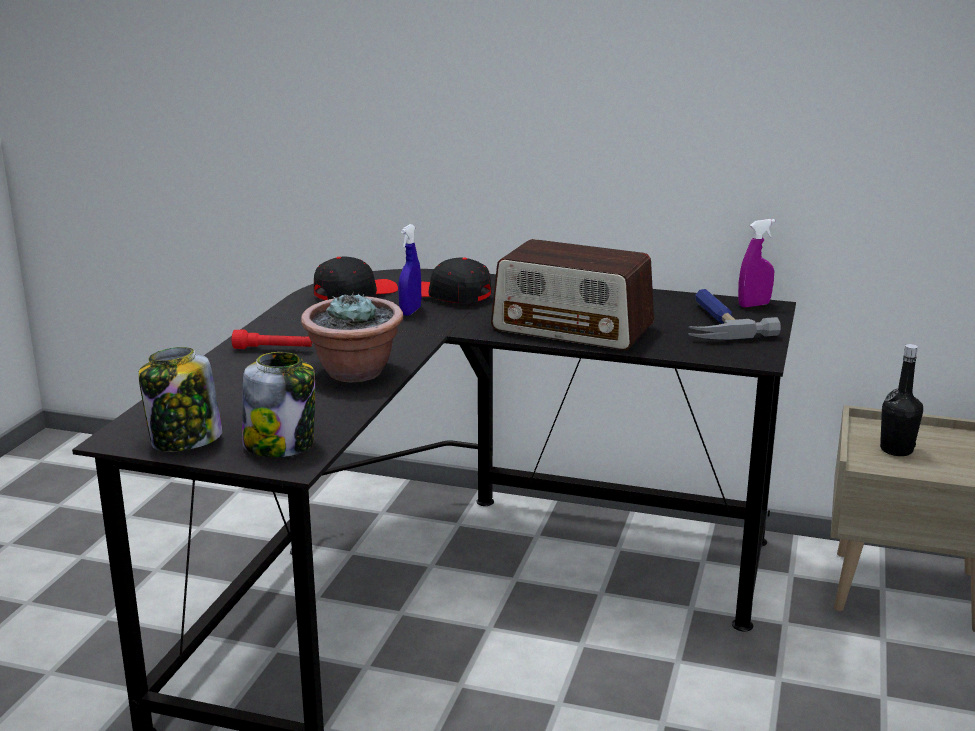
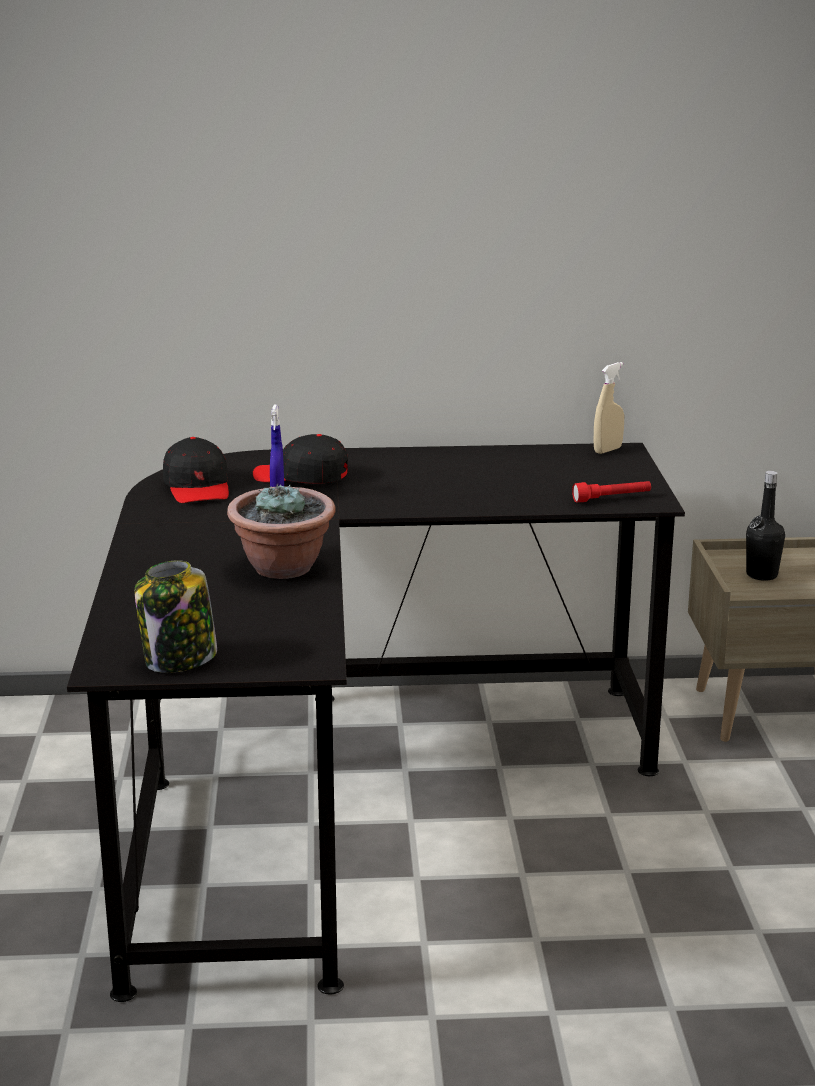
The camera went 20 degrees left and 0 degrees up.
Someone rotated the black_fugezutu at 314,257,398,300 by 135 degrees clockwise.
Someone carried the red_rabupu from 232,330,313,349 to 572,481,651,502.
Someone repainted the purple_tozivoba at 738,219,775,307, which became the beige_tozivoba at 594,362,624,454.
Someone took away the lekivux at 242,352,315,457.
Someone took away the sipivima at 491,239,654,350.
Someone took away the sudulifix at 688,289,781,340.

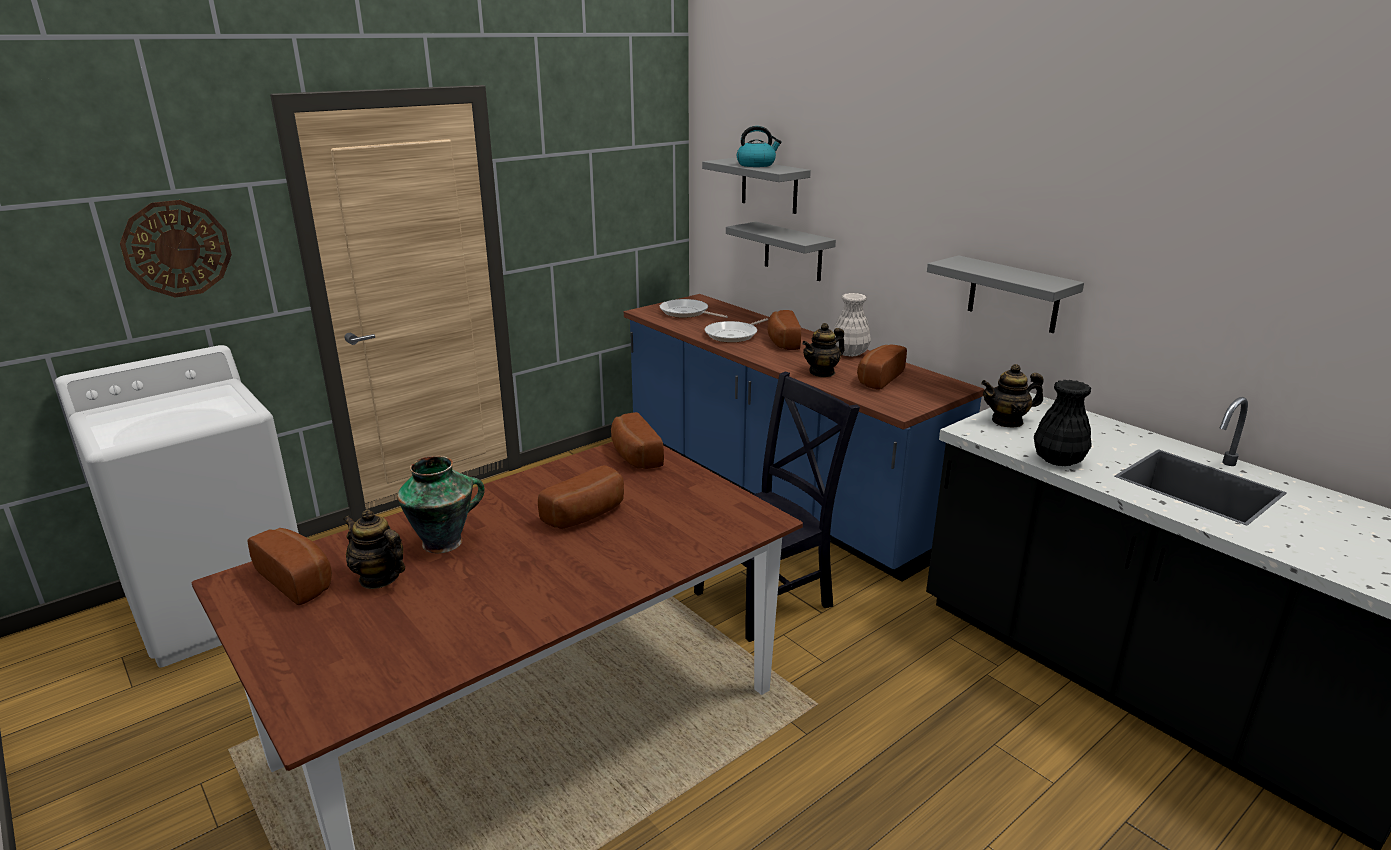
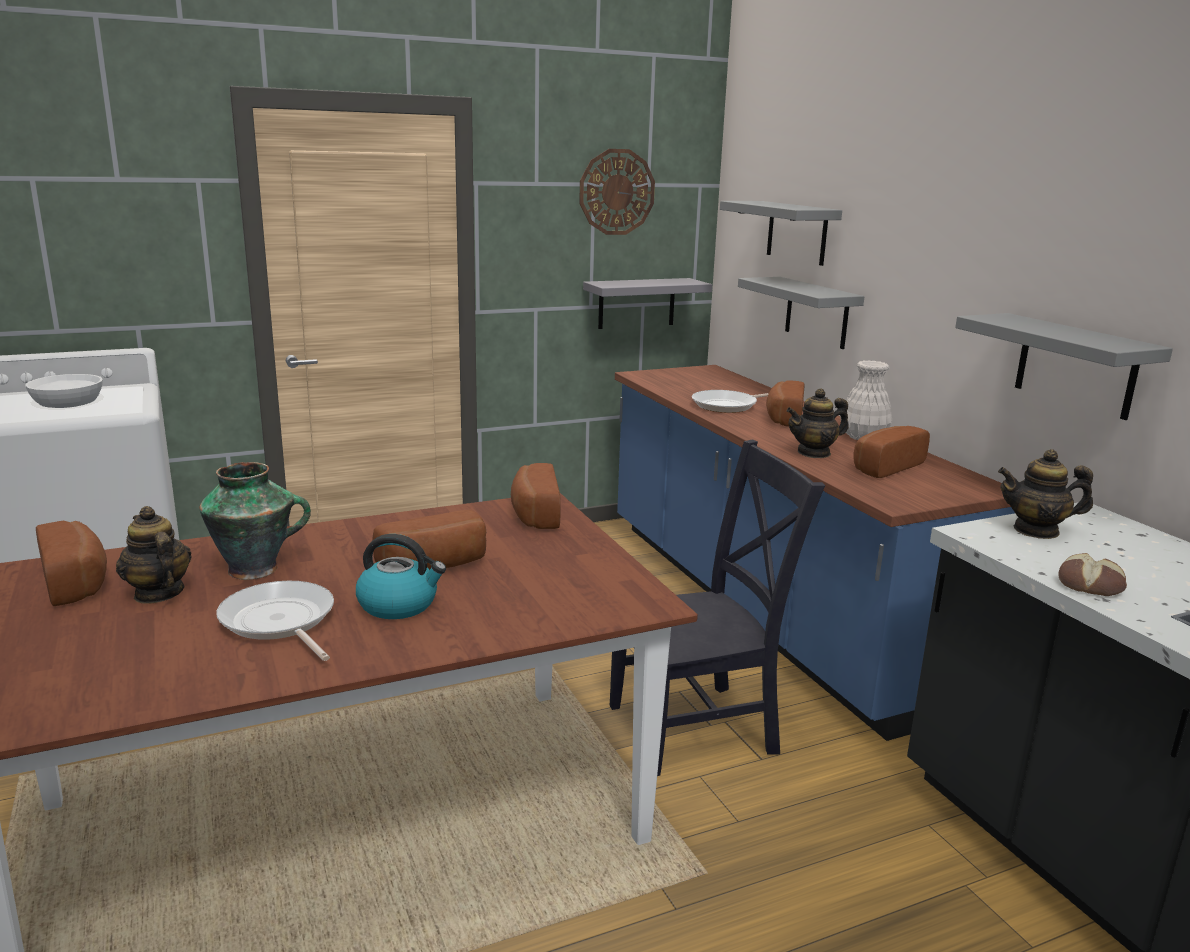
The camera went 15 degrees right and 5 degrees down.
Someone put down the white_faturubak at 26,374,103,408.
Someone carried the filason from 660,299,728,318 to 216,581,334,661.
Someone carried the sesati from 737,126,782,167 to 356,534,446,619.
Someone carried the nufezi from 120,200,232,298 to 579,149,655,235.
Someone put up the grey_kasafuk at 583,278,712,329.
Someone swapped the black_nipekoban at 1034,380,1092,466 for the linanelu at 1058,553,1127,596.

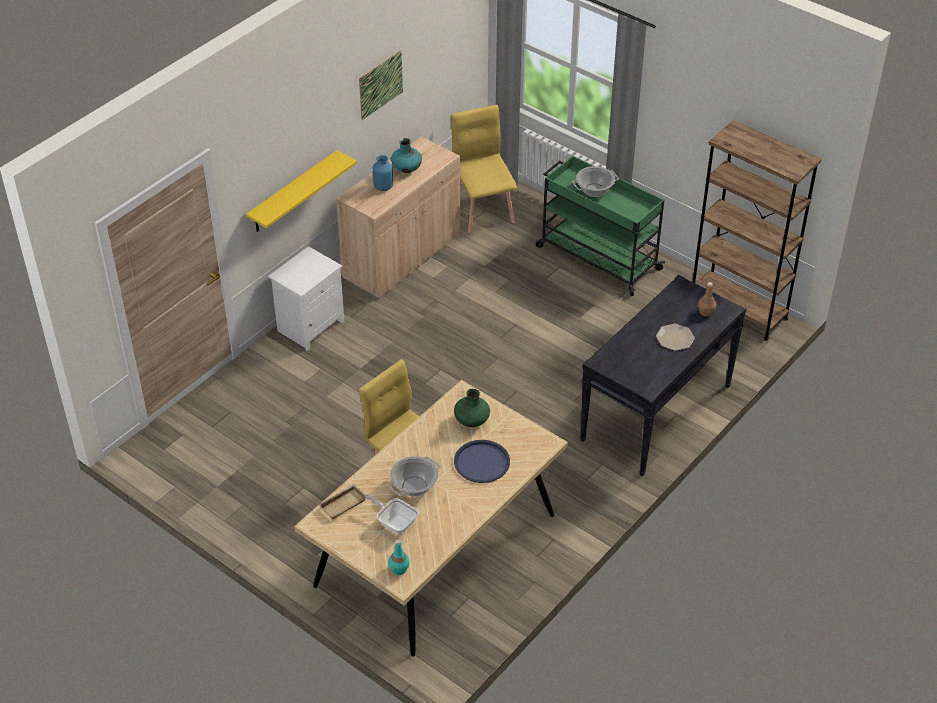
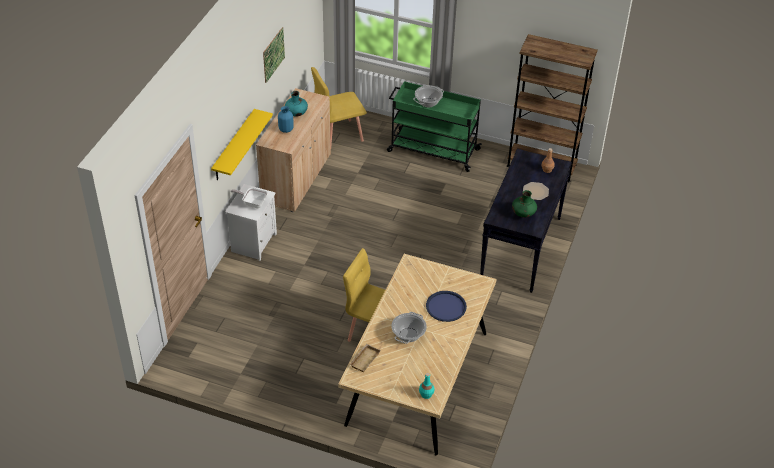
The camera went 20 degrees left and 0 degrees up.
Someone carried the filason from 365,494,418,534 to 231,188,268,208.
Someone rotated the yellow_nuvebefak at 451,105,517,233 by 75 degrees counterclockwise.
Someone carried the green_nipekoban from 454,389,490,427 to 512,190,537,218.

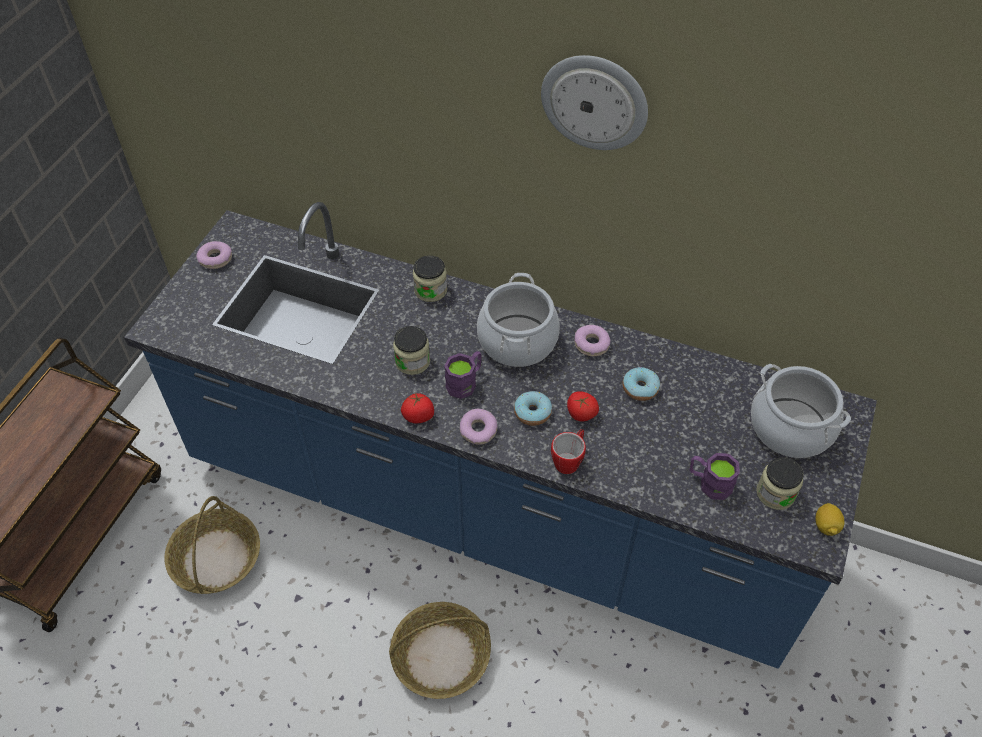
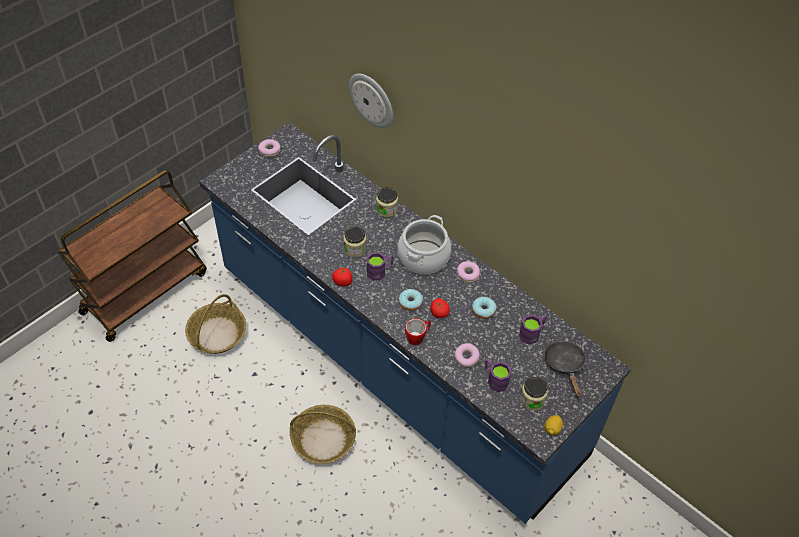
The camera went 20 degrees right and 0 degrees up.
Someone carried the nufezi from 541,55,648,150 to 349,74,393,128.
Someone carried the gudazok from 460,409,498,445 to 454,343,480,367.
Someone put down the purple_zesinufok at 519,315,546,344.
Someone swapped the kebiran at 751,364,851,458 for the black_filason at 544,341,586,397.

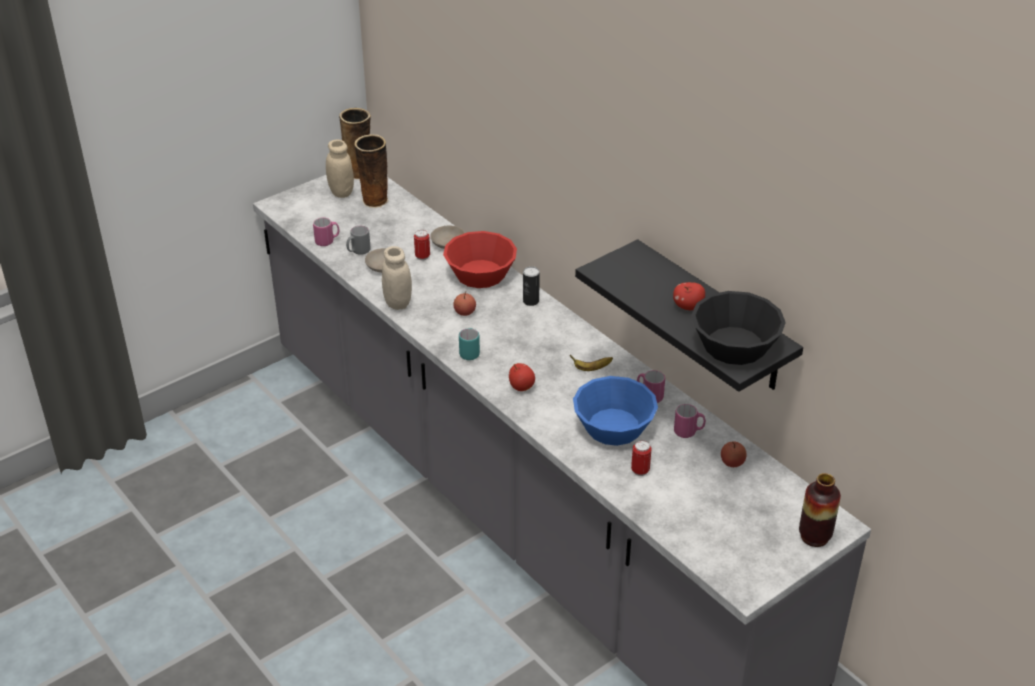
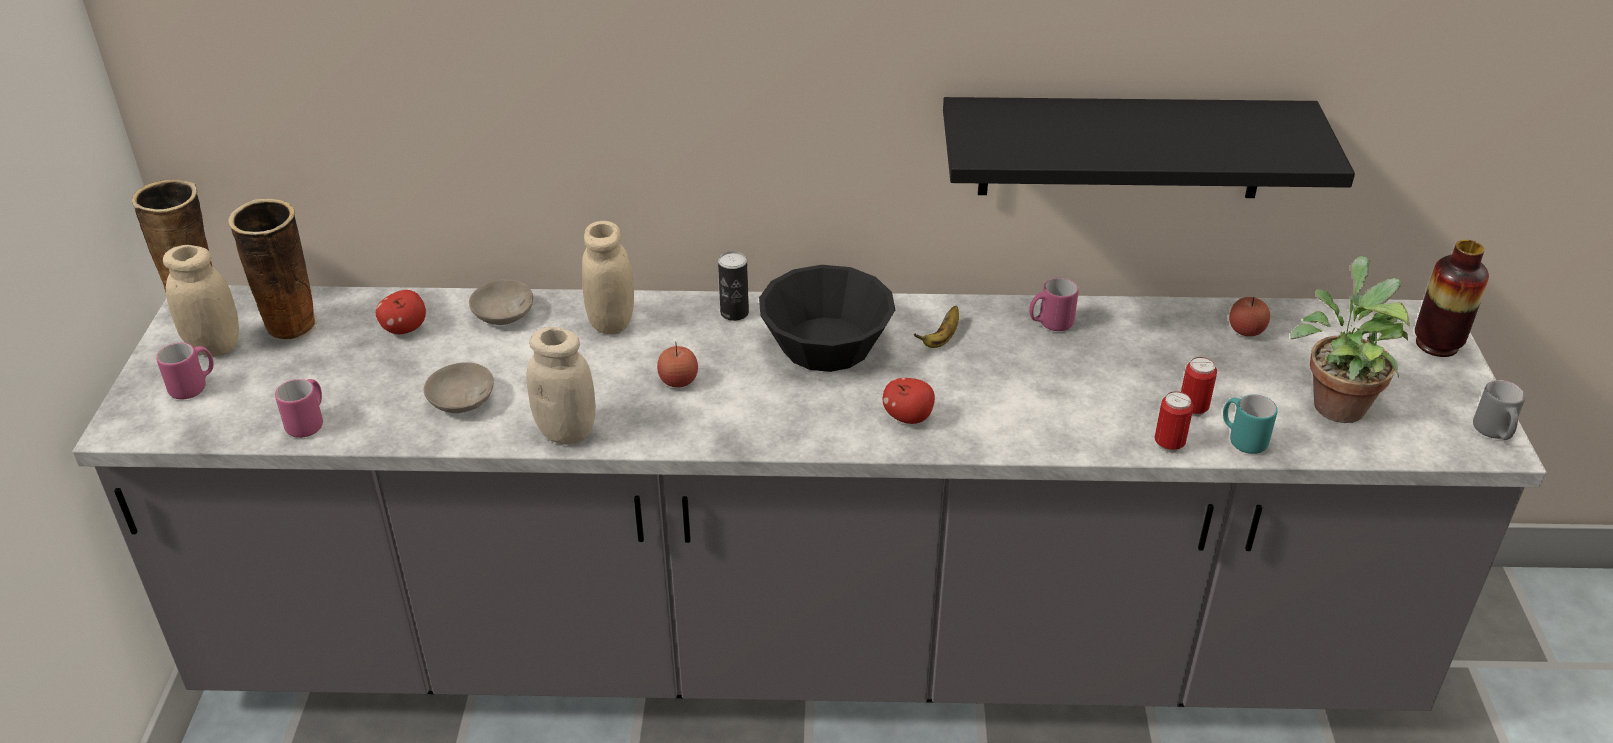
The camera went 50 degrees left and 0 degrees up.
Someone carried the pink_zesinufok from 674,404,706,438 to 156,343,214,399.
Someone carried the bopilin from 673,282,705,310 to 376,290,426,334.
Someone swapped the red_faturubak at 443,231,517,288 for the beige_lekivux at 582,221,634,334.
Someone carried the black_faturubak from 691,291,786,365 to 759,265,895,372.
Someone carried the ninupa from 414,230,430,260 to 1154,391,1193,452.
Someone carried the turquoise_zesinufok from 459,328,480,360 to 1223,394,1278,454.
Someone put down the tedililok at 1290,256,1410,423.
Someone carried the grey_zesinufok from 346,226,371,255 to 1473,380,1526,440.
Someone took away the blue_faturubak at 573,376,658,446.

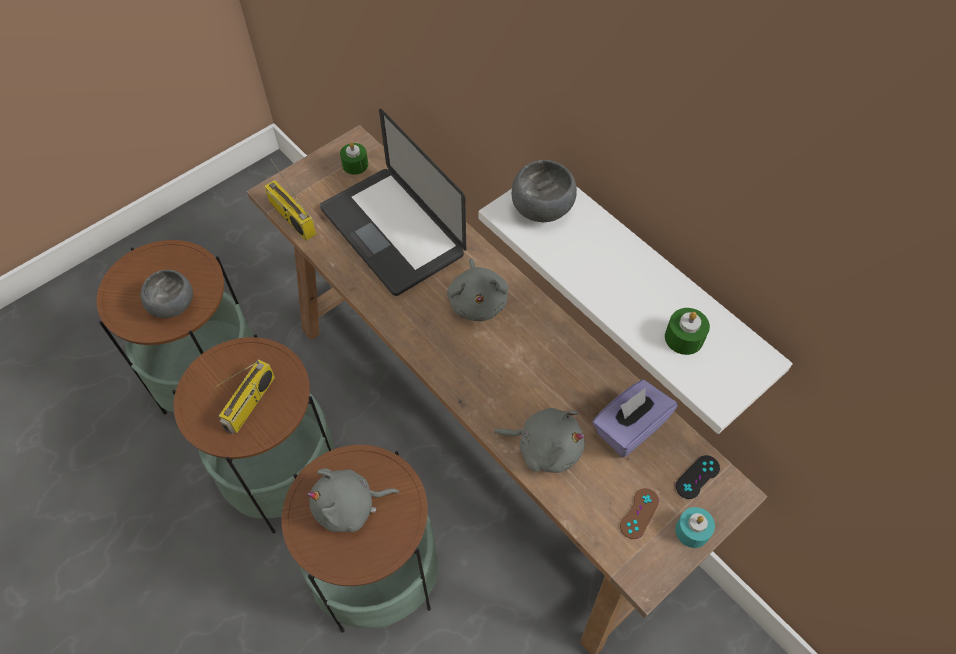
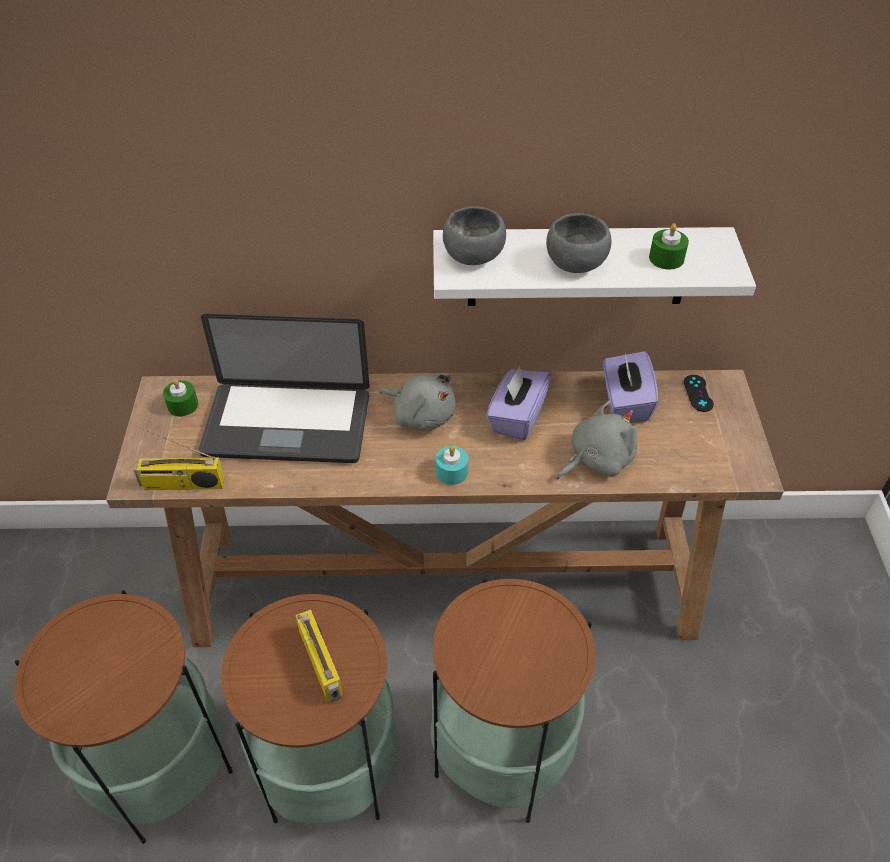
The camera went 50 degrees left and 10 degrees down.
Someone carried the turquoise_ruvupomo from 675,507,715,548 to 436,446,468,485.
Someone put down the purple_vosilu at 486,366,551,440.
Someone carried the grey_faturubak from 140,270,193,318 to 546,213,611,273.
Someone took away the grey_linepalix at 307,468,399,532.
Someone took away the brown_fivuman at 620,488,659,539.

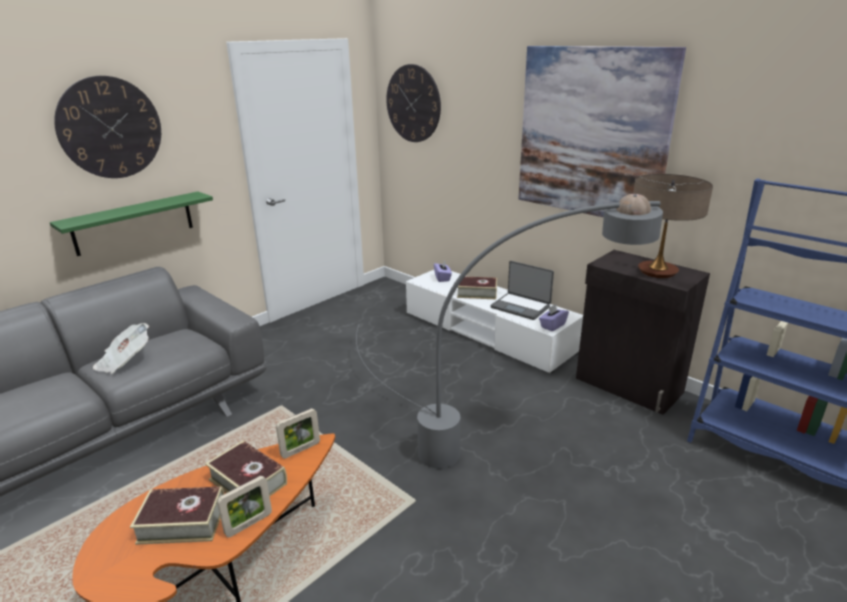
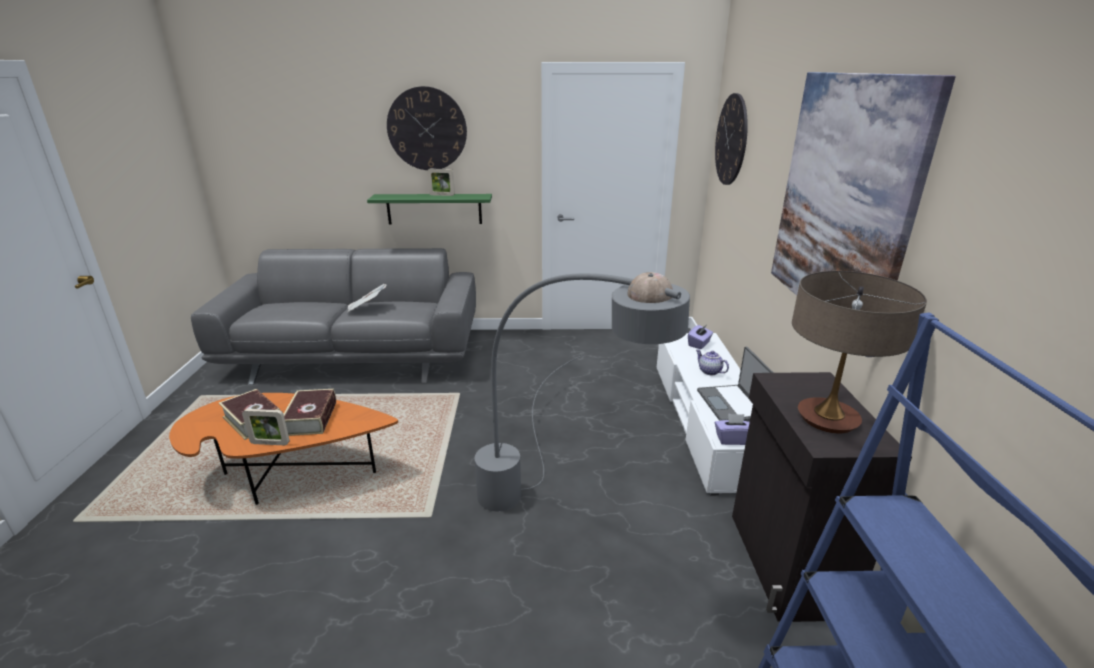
The camera went 45 degrees right and 0 degrees up.
Someone carried the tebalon from 276,408,320,459 to 427,169,455,196.
Someone swapped the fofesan at 457,277,497,299 for the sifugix at 696,349,729,375.

